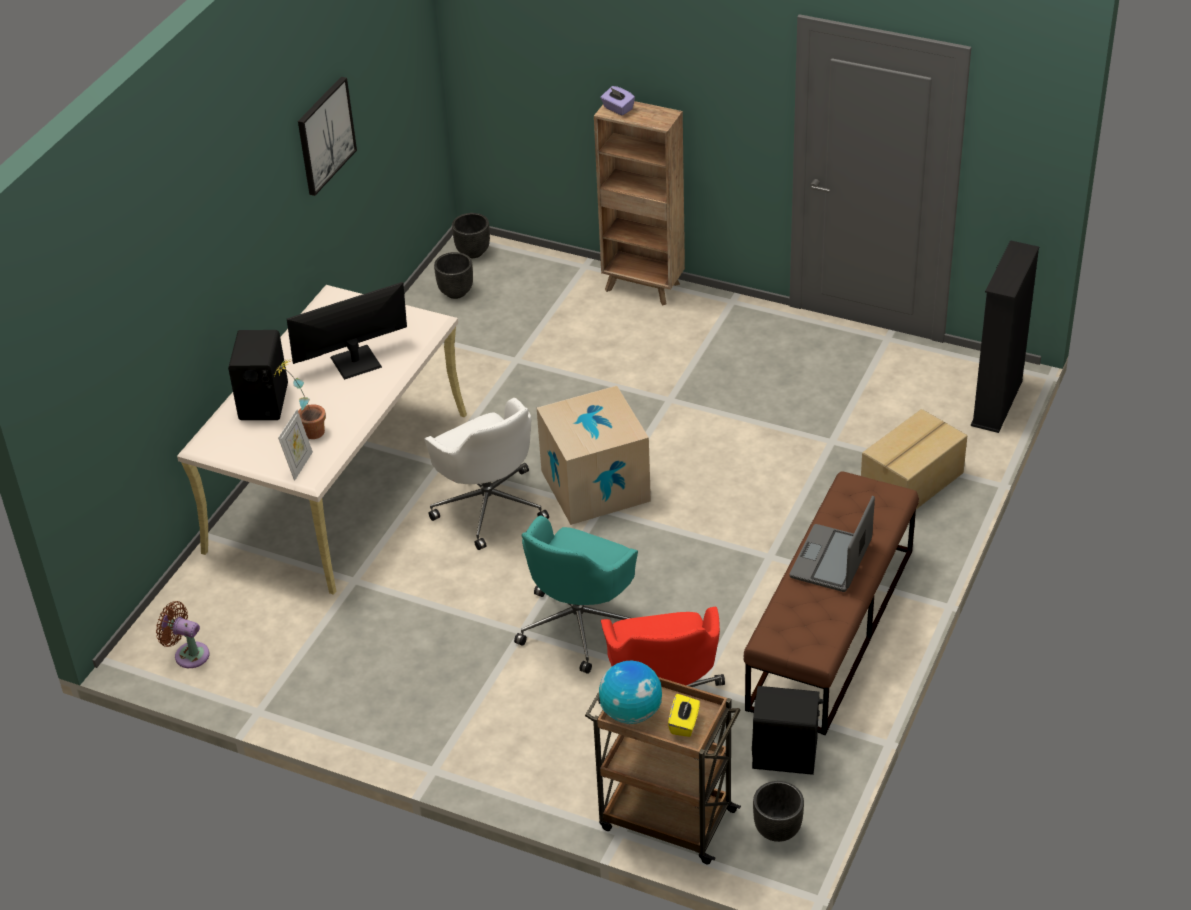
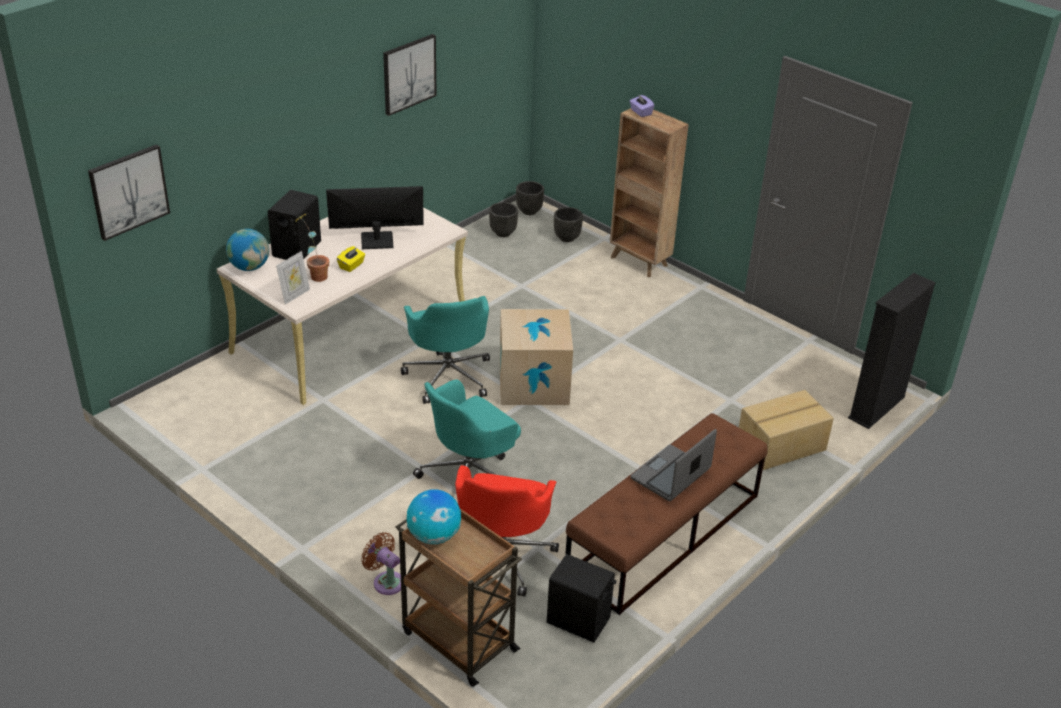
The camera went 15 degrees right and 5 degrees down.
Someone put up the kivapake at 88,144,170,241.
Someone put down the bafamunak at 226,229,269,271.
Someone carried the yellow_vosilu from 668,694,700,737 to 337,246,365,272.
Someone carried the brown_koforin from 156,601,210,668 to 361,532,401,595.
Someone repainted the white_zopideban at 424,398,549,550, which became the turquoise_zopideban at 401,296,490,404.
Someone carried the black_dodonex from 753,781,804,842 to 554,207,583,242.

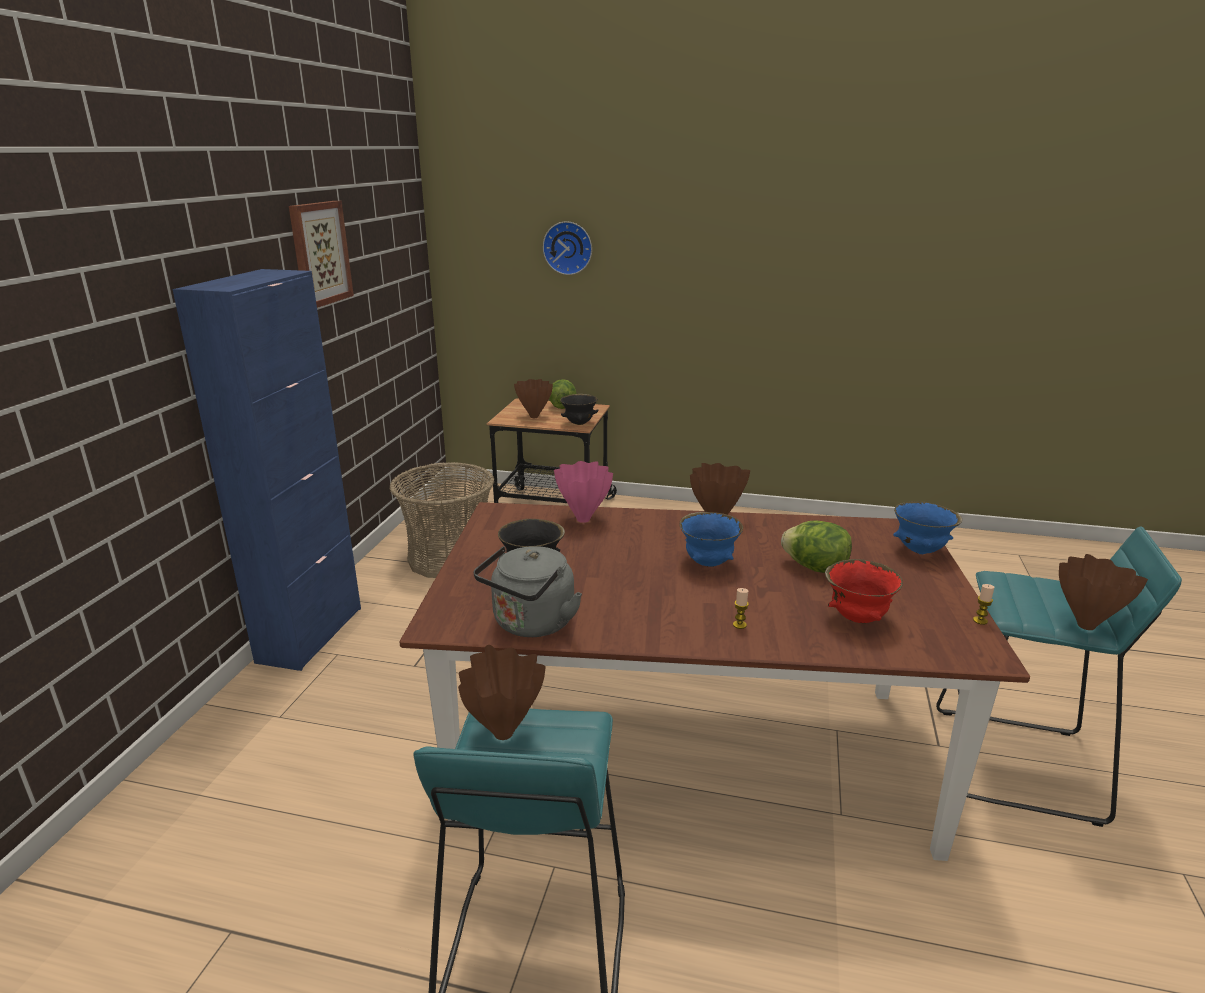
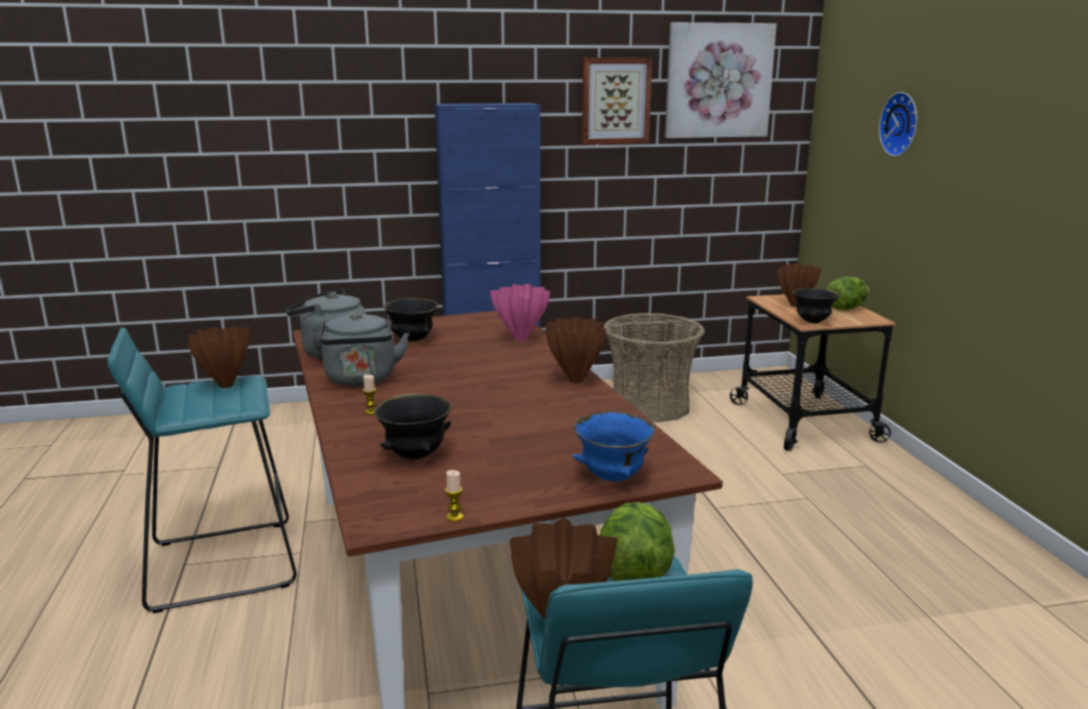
The camera went 65 degrees right and 5 degrees down.
Someone put down the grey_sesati at 320,312,409,386.
Someone repainted the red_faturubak at 825,559,903,623, which became the black_faturubak at 374,393,452,460.
Someone carried the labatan from 781,520,852,573 to 600,502,675,581.
Someone put up the kivapake at 665,22,777,138.
Someone took away the blue_faturubak at 679,512,743,567.

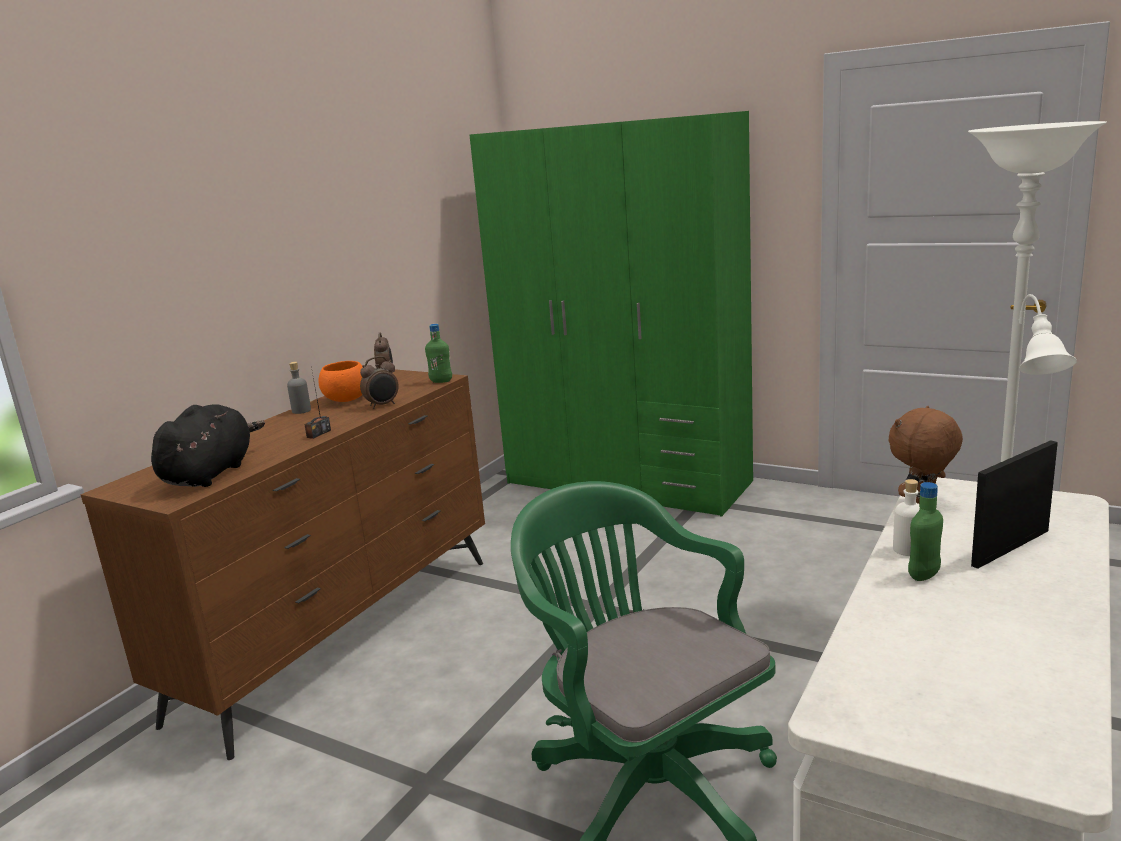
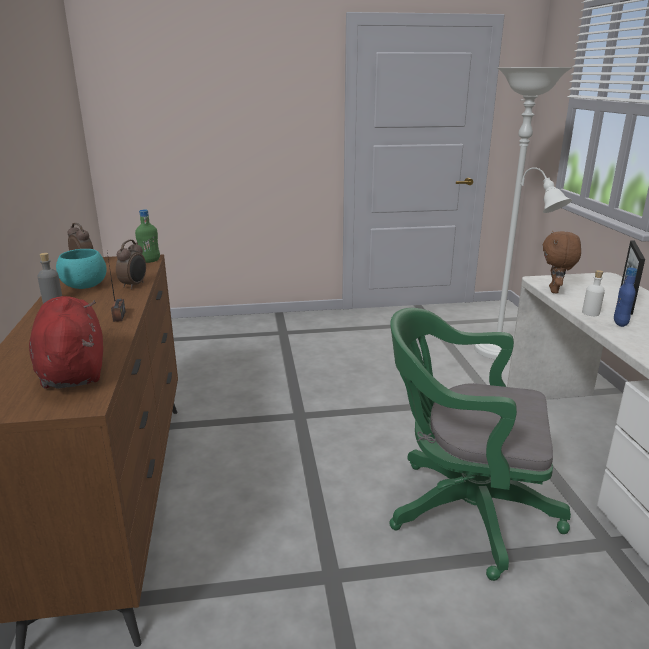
The camera went 40 degrees left and 5 degrees up.
Someone repainted the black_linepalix at 151,404,265,487, which became the red_linepalix at 29,296,103,389.
Someone repainted the orange_faturubak at 318,361,362,402, which became the turquoise_faturubak at 56,249,107,289.
Someone repainted the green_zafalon at 908,482,943,581, which became the blue_zafalon at 614,268,637,327.
Someone took away the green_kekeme at 470,111,753,517.

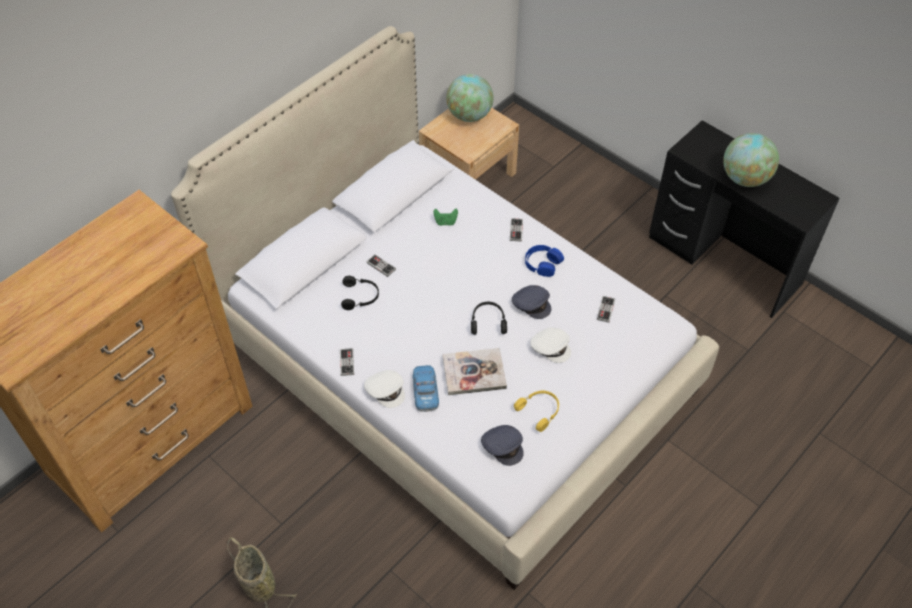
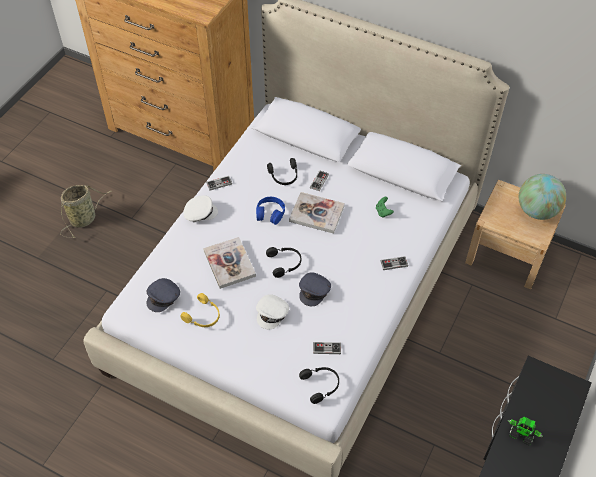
The camera went 75 degrees right and 0 degrees up.
Someone rotated the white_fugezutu at 364,370,405,408 by 135 degrees counterclockwise.
Someone carried the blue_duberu from 525,245,564,277 to 256,197,285,225.
Someone put down the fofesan at 289,192,345,234.
Someone put down the black_duberu at 299,367,339,404.
Someone swapped the bafamunak at 723,133,779,187 for the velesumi at 508,417,543,446.
Someone took away the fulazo at 413,365,439,412.

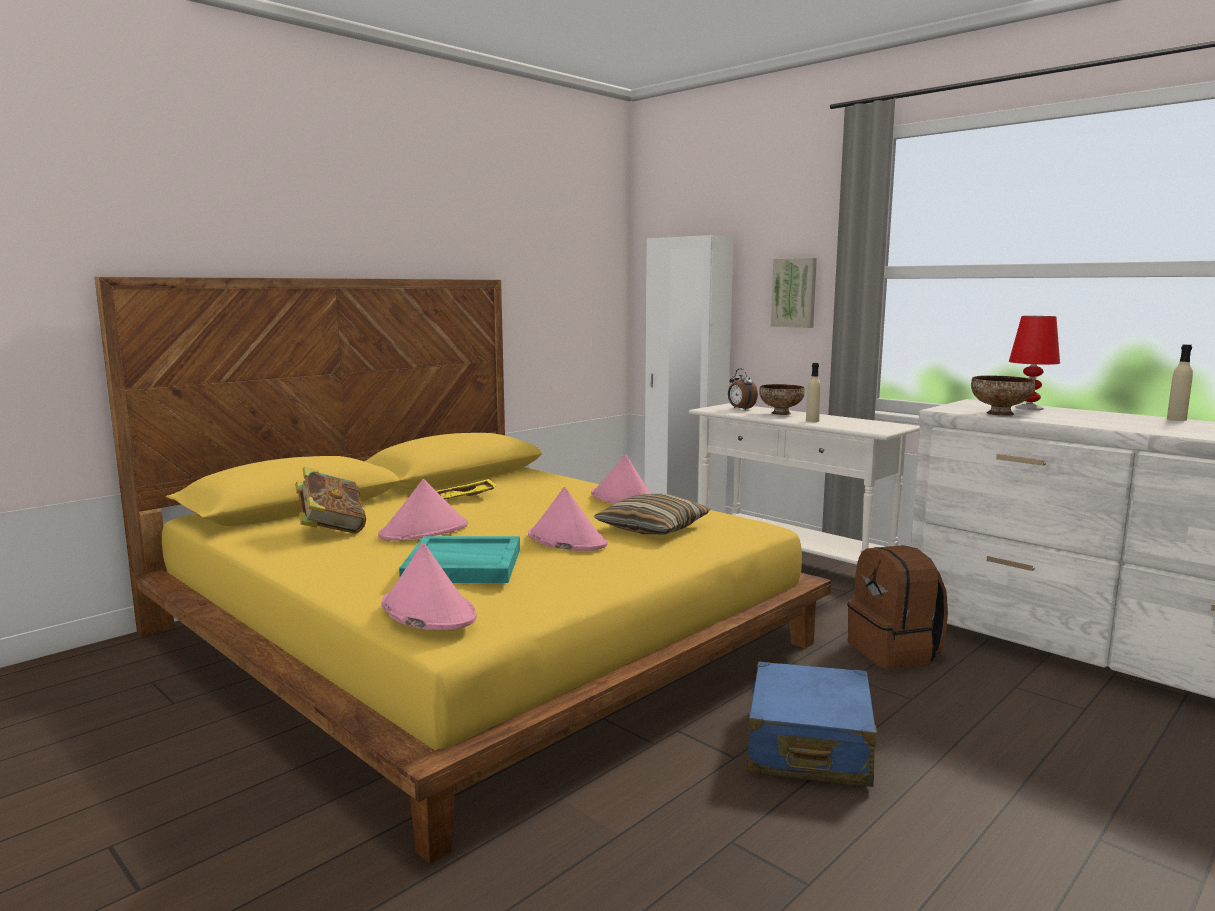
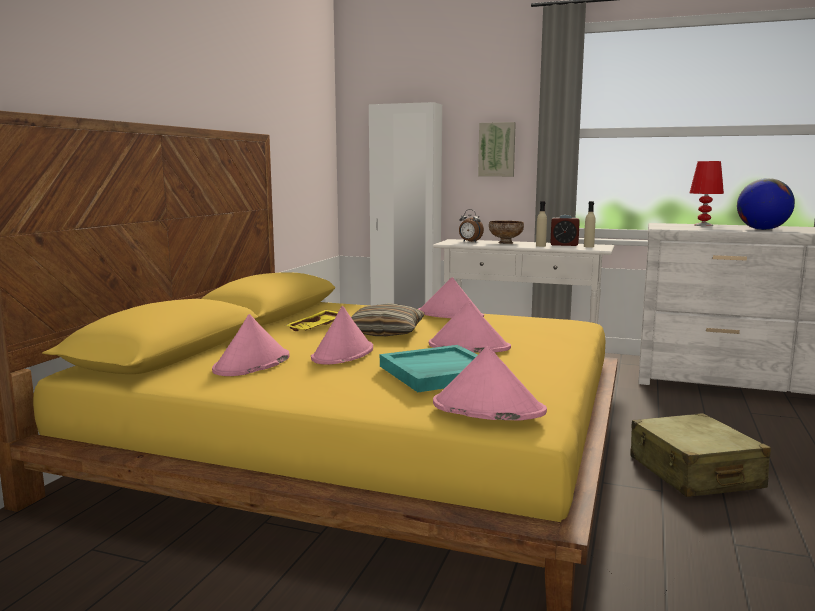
The camera went 25 degrees left and 0 degrees up.
Someone swapped the fofesan at 295,467,366,534 for the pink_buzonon at 212,314,289,376.
Someone carried the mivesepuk from 594,494,710,534 to 351,303,425,336.
Someone put down the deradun at 550,215,580,246.
Someone carried the beige_zafalon from 1167,344,1193,421 to 584,201,595,248.
Someone repainted the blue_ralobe at 747,662,877,787, which became the beige_ralobe at 631,413,771,497.
Someone put down the bafamunak at 737,178,795,230.
Someone took away the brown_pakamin at 847,545,948,669.
Someone took away the faturubak at 971,375,1035,416.

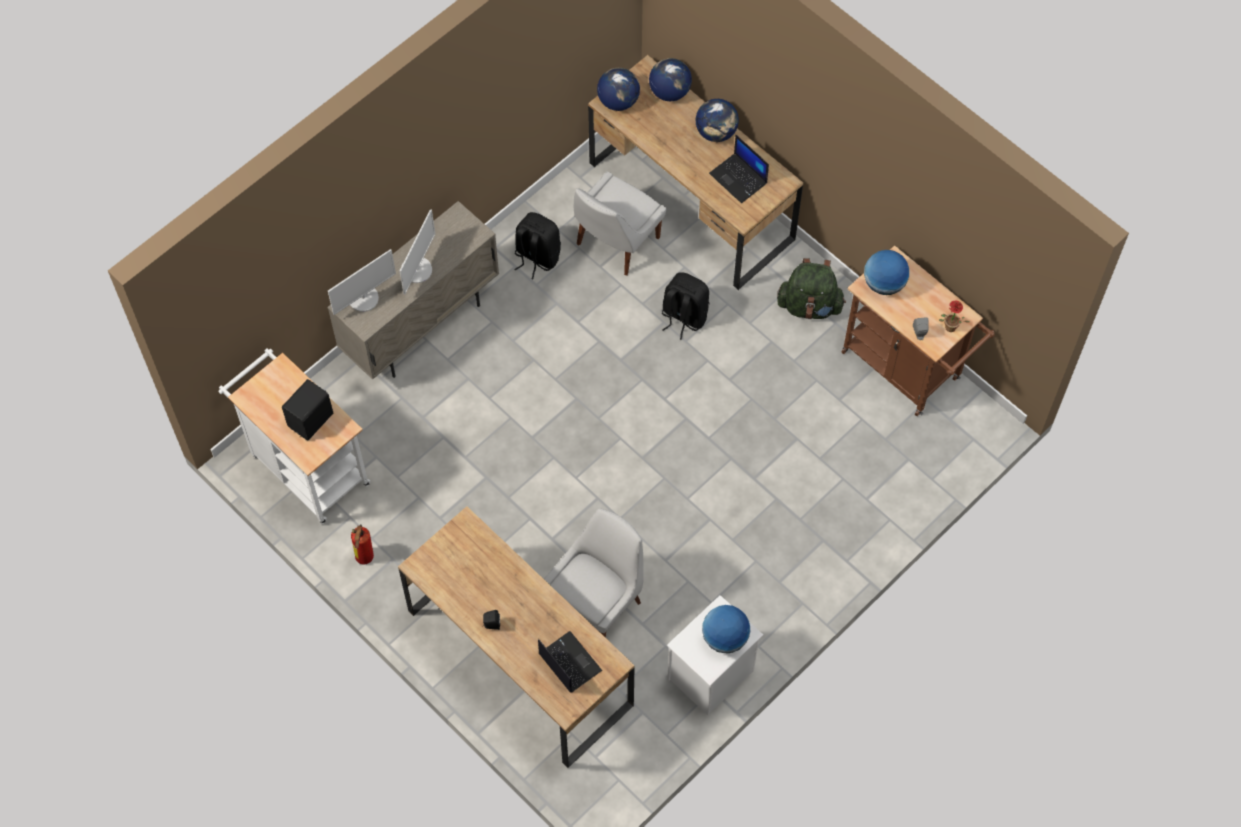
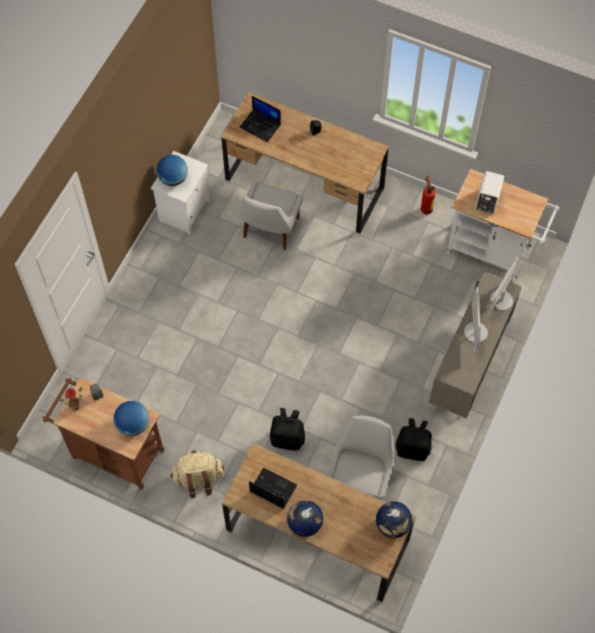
The camera went 160 degrees right and 0 degrees up.
Someone repainted the green_pakamin at 777,258,846,319, which became the beige_pakamin at 170,450,224,498.
Someone repainted the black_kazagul at 282,379,333,440, which became the white_kazagul at 475,171,504,214.
Someone took away the bafamunak at 649,58,692,101.

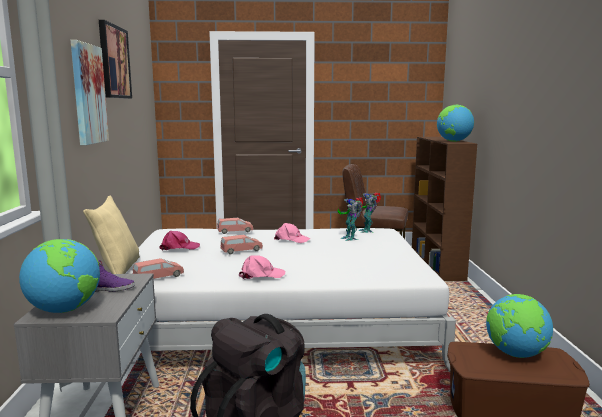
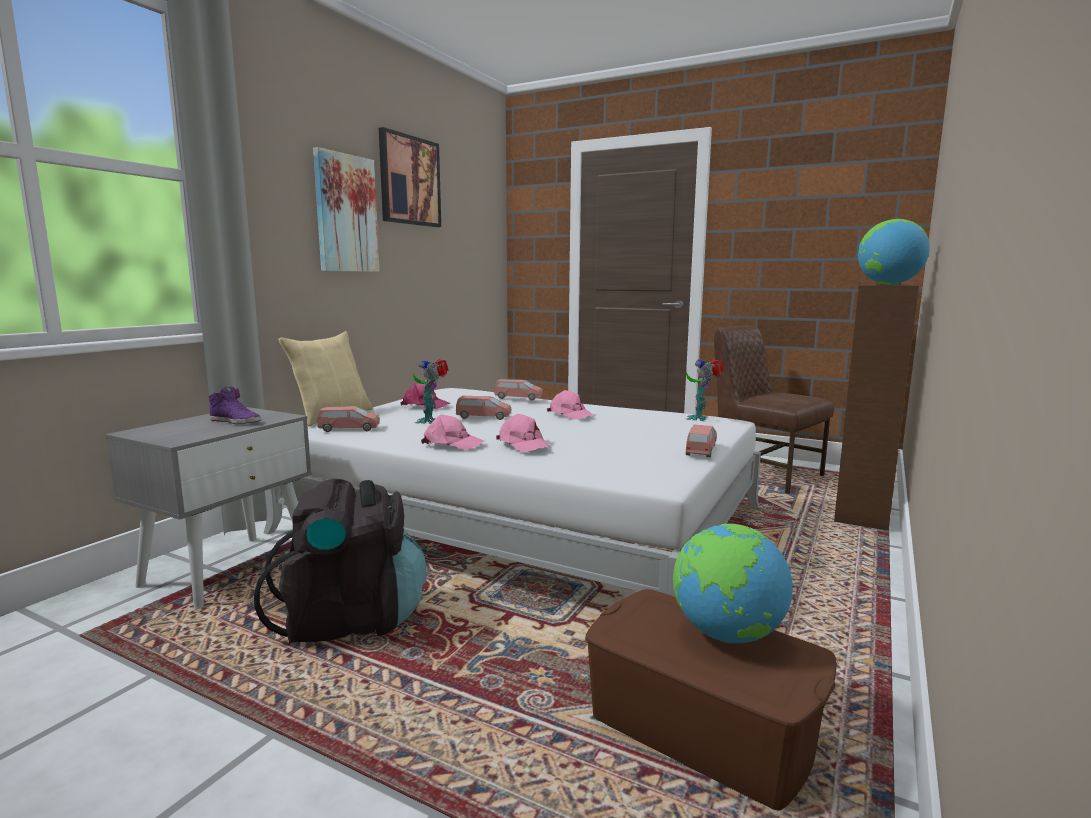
The camera went 30 degrees right and 0 degrees up.
Someone carried the velesumi from 338,197,363,241 to 413,359,448,424.
Someone put down the pink_fugezutu at 496,414,550,452.
Someone put down the pink_fulazo at 686,424,717,457.
Someone took away the bafamunak at 19,239,100,313.

